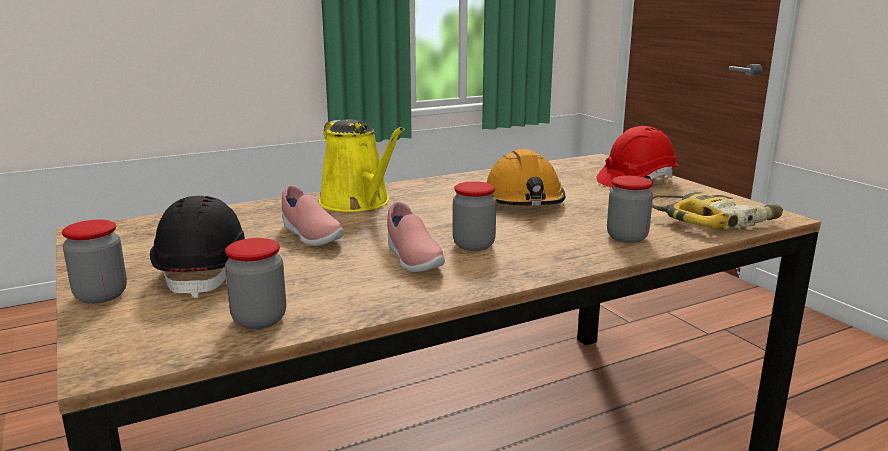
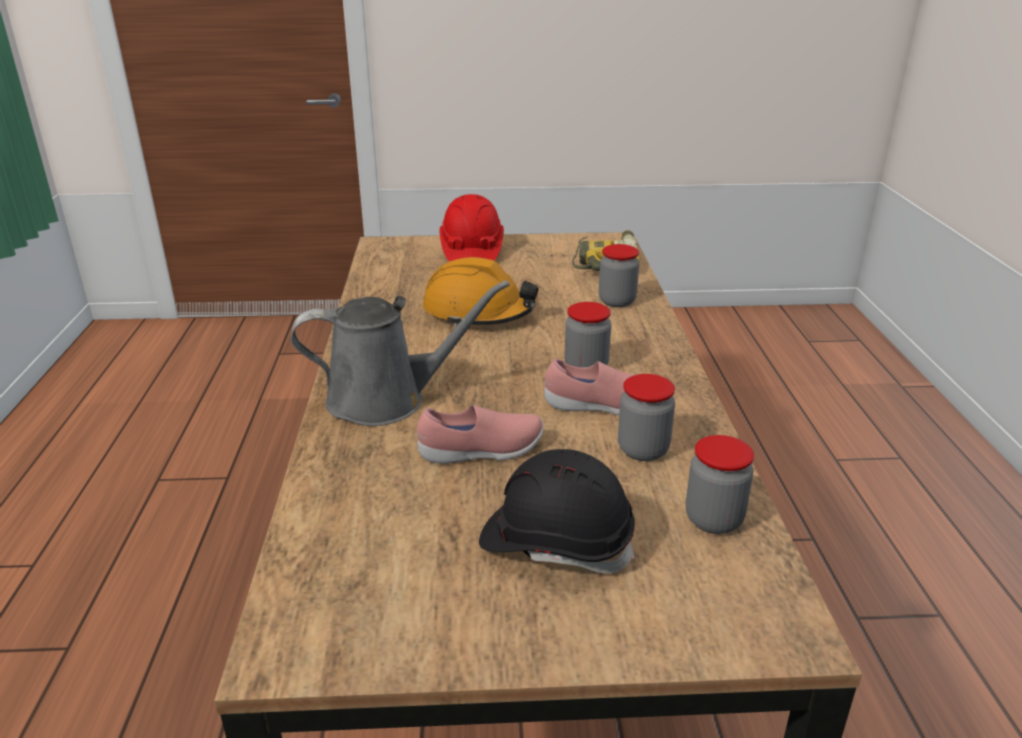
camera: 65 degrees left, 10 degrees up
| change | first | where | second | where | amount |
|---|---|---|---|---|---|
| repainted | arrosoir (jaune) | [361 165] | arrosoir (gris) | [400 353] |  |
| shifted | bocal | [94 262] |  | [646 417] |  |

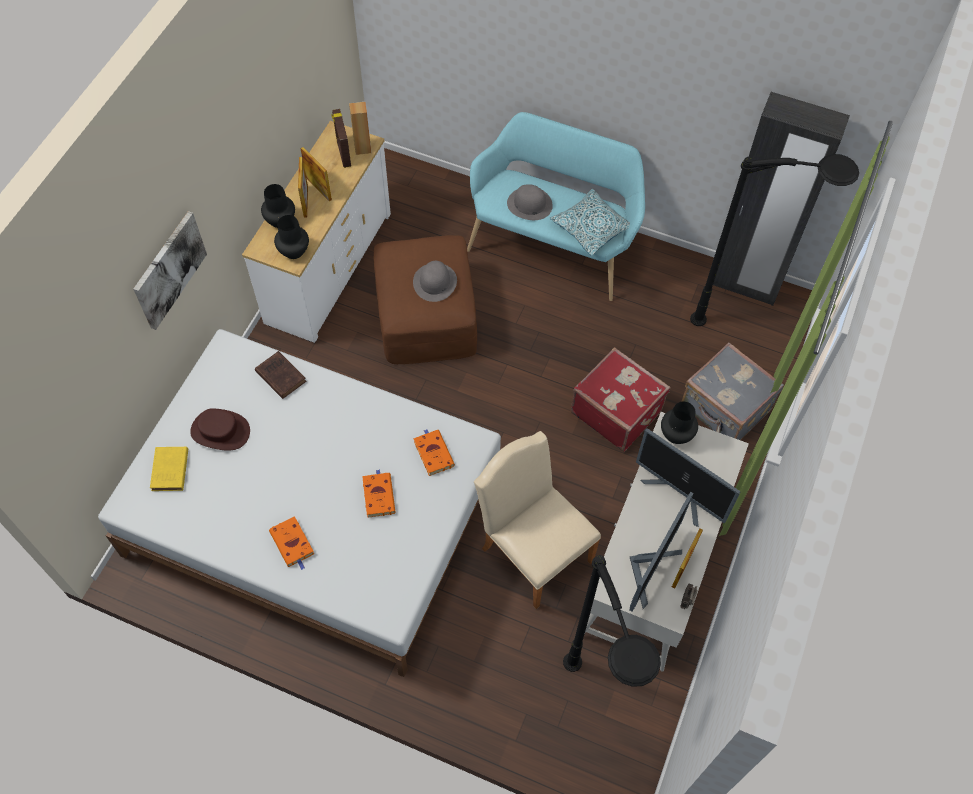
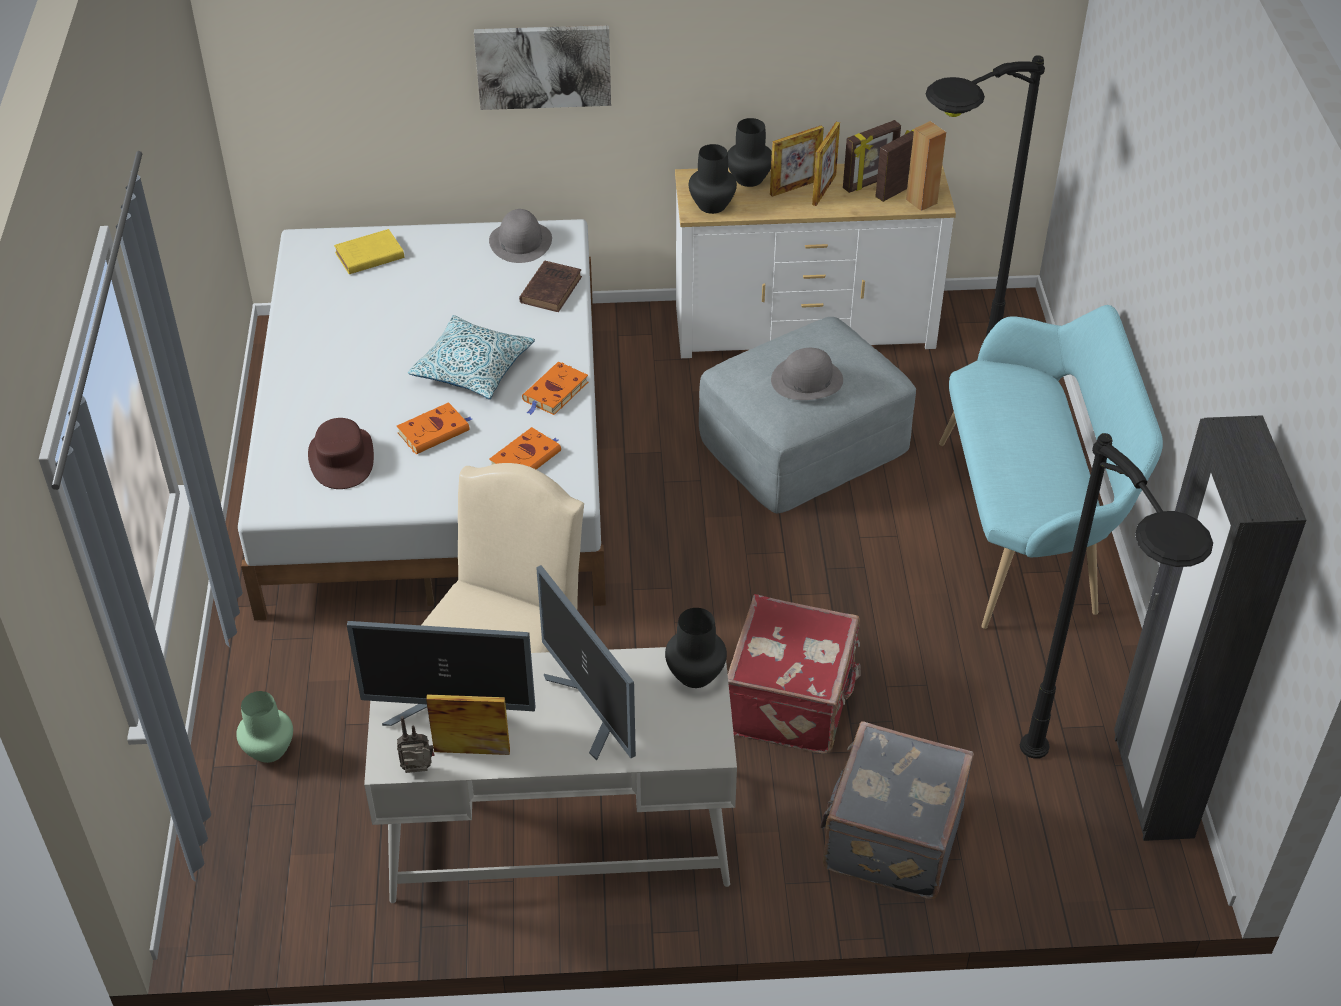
camera: 65 degrees right, 15 degrees down
| change | first | where | second | where | amount |
|---|---|---|---|---|---|
| new |  |  | vase (vert) | [264 727] |  |
| shifted | chapeau (marron) | [220 429] |  | [341 453] |  |
| shifted | coussin | [590 222] |  | [471 357] |  |
| shifted | chapeau (gris) | [530 202] |  | [520 236] |  |
| shifted | livre (orange) | [291 543] |  | [555 388] |  |
| rotated | écran d'ordinateur | [688 477] |  | [586 662] | 45 degrees counterclockwise |
| repainted | pouf (marron) | [425 299] | pouf (gris) | [807 415] |  |
| new |  |  | cadre photo | [872 156] |  |
| shifted | lampadaire (noir) | [612 621] |  | [985 207] |  |

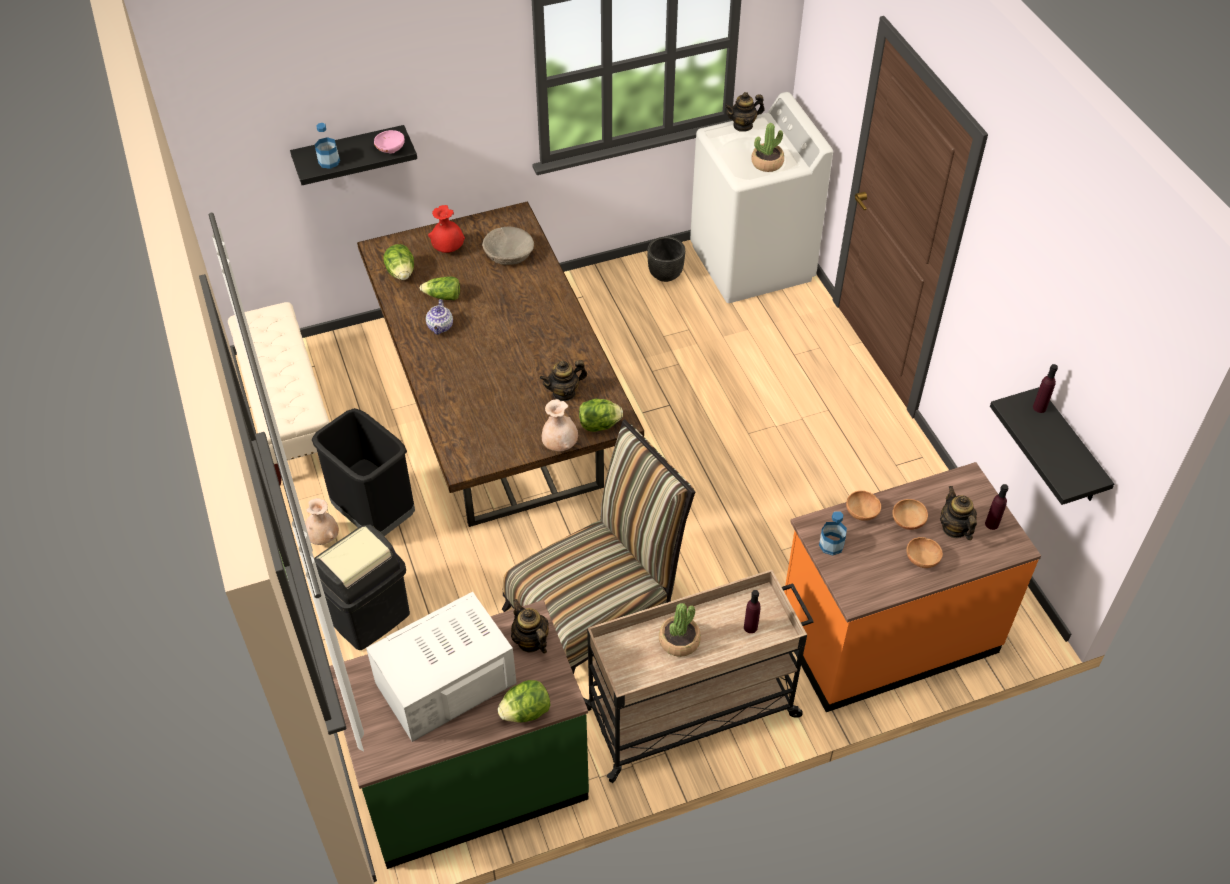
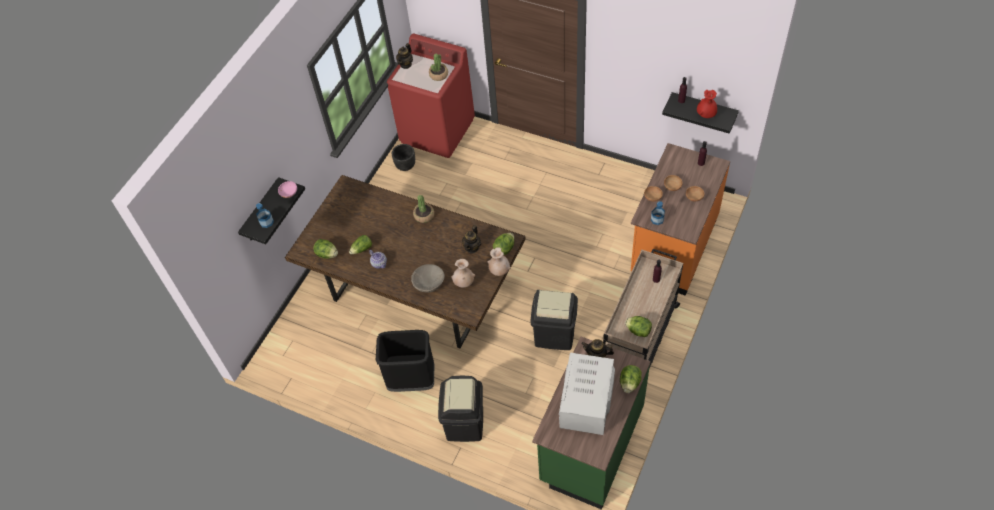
camera: 40 degrees left, 5 degrees up
| change | first | where | second | where | amount |
|---|---|---|---|---|---|
| repainted | lave-linge (blanc) | [761 197] | lave-linge (rouge) | [431 96] |  |
| shifted | bol (beige) | [508 246] |  | [428 278] |  |
| shifted | plante en pot | [680 630] |  | [423 209] |  |
| shifted | vase (beige) | [322 521] |  | [463 273] |  |
| swapped | chaise | [599 546] | poubelle (noir) | [554 320] |  |
| new |  |  | laitue | [638 326] |  |
| shifted | vase (rouge) | [446 229] |  | [707 104] |  |
| gone | banc (beige) | [279 393] |  |  |  |
| gone | théière | [958 513] |  |  |  |

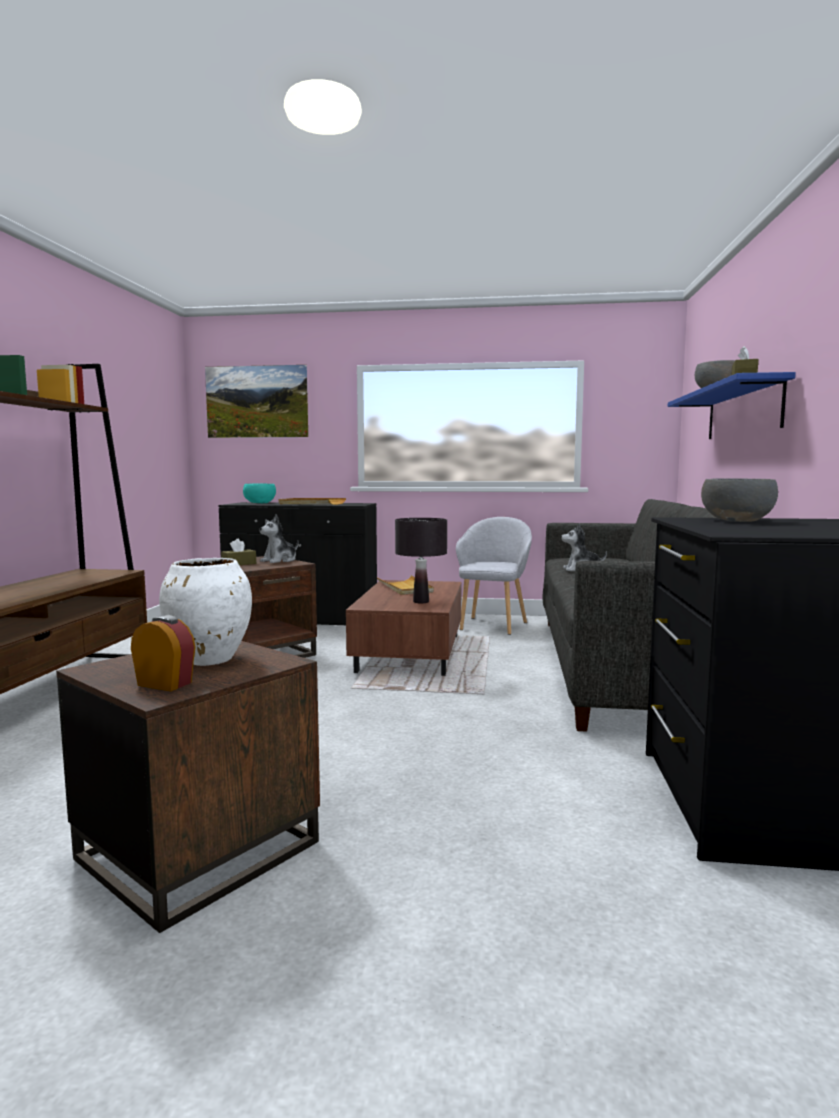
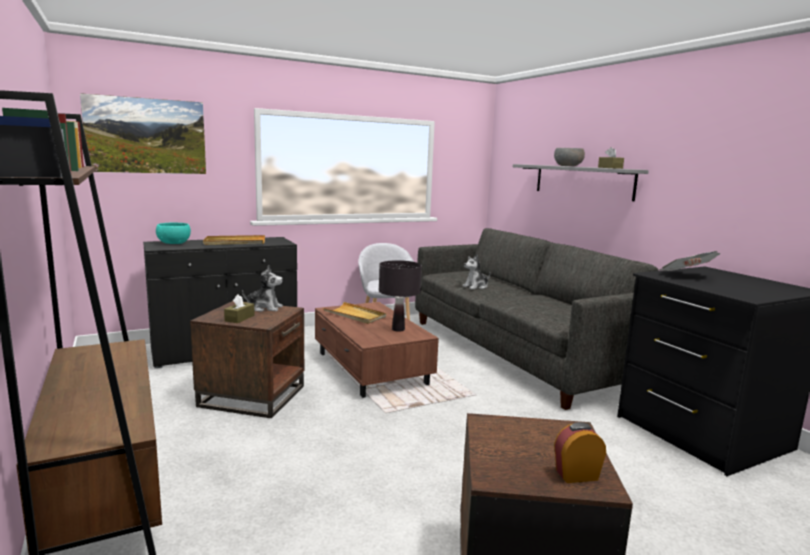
camera: 35 degrees left, 5 degrees up
| change | first | where | second | where | amount |
|---|---|---|---|---|---|
| rotated | peluche | [279 538] |  | [262 288] | 90 degrees counterclockwise |
| repainted | étagère (bleu) | [732 405] | étagère (gris) | [581 182] |  |
| swapped | bol (gris) | [739 500] | journal | [690 261] |  |
| gone | vase (blanc) | [205 612] |  |  |  |

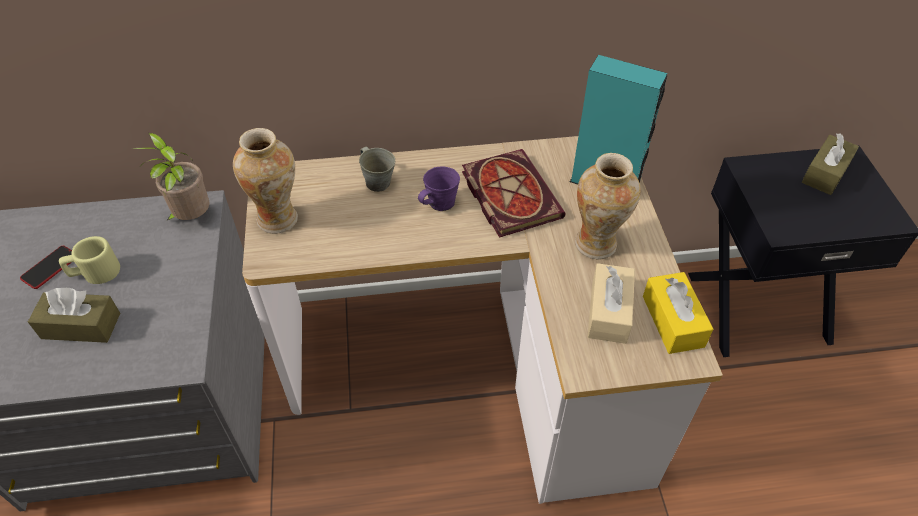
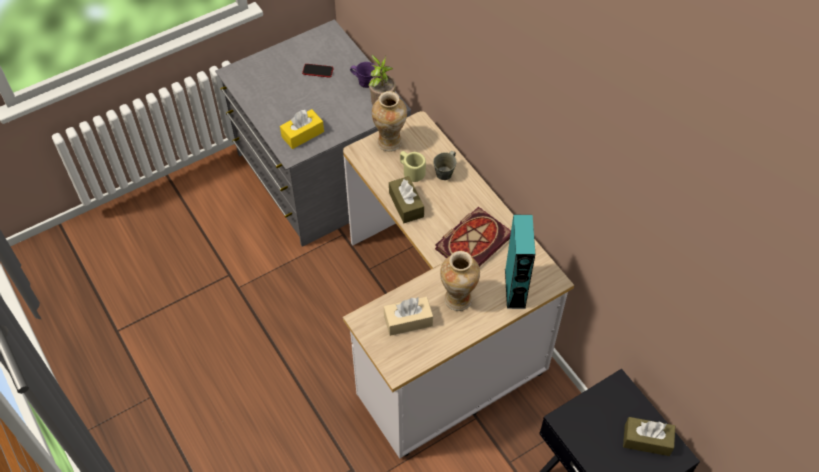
camera: 65 degrees right, 5 degrees up
| change | first | where | second | where | amount |
|---|---|---|---|---|---|
| shifted | boîte à mouchoirs (jaune) | [678 313] |  | [302 129] |  |
| shifted | mug (violet) | [439 189] |  | [362 75] |  |
| shifted | boîte à mouchoirs (marron) | [74 315] |  | [406 199] |  |
| shifted | mug (beige) | [89 260] |  | [413 166] |  |

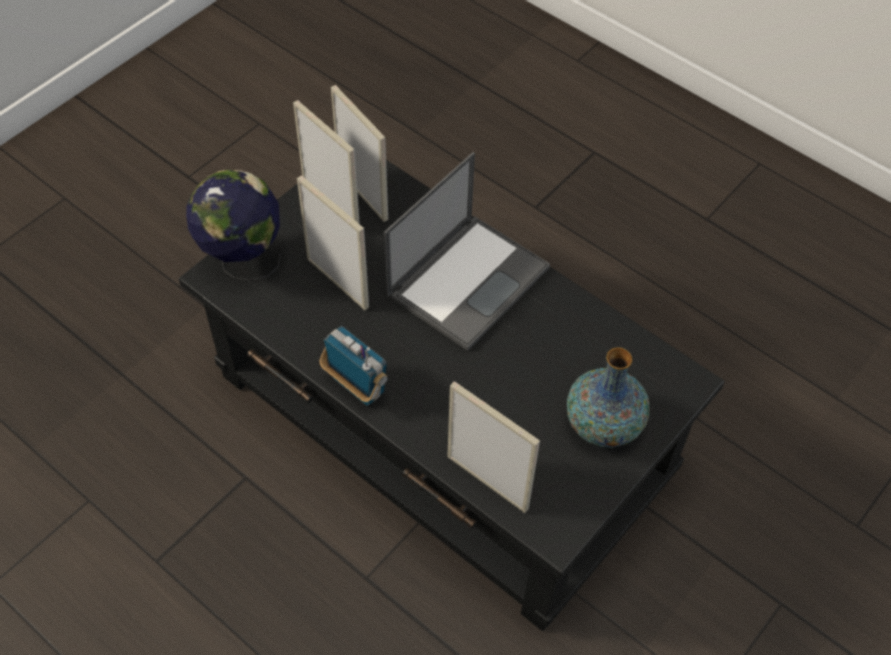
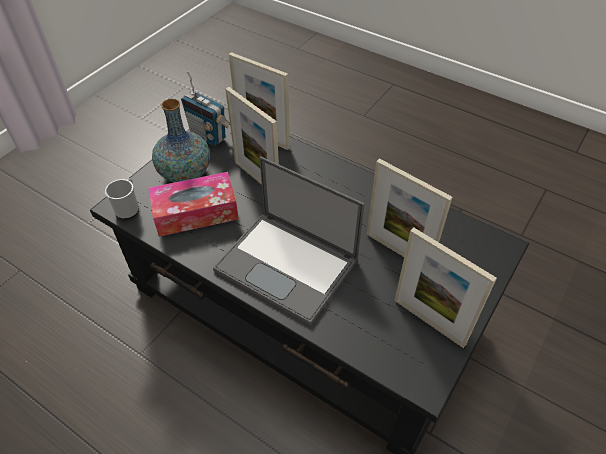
camera: 175 degrees right, 5 degrees down
| change | first | where | second | where | amount |
|---|---|---|---|---|---|
| new |  |  | mug | [122 198] |  |
| new |  |  | boîte à mouchoirs | [194 204] |  |
| shifted | radio | [353 366] |  | [205 108] |  |
| rotated | ordinateur portable | [467 251] |  | [289 240] | 90 degrees counterclockwise |
| shifted | cadre photo | [359 153] |  | [252 136] |  |
| gone | globe | [233 225] |  |  |  |

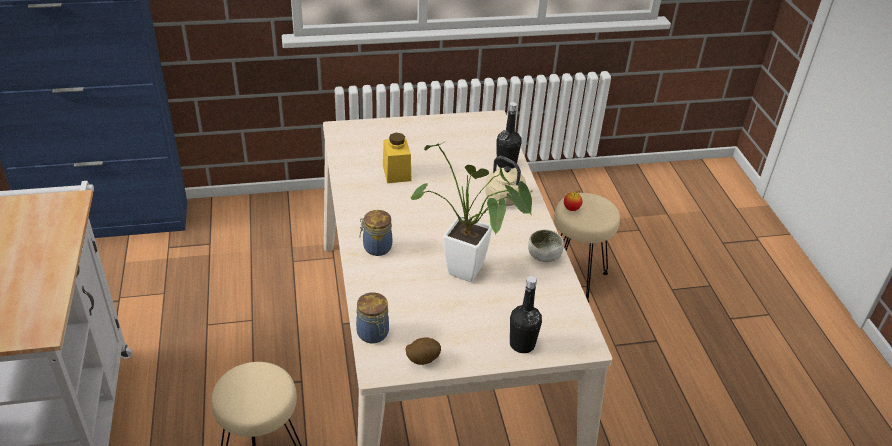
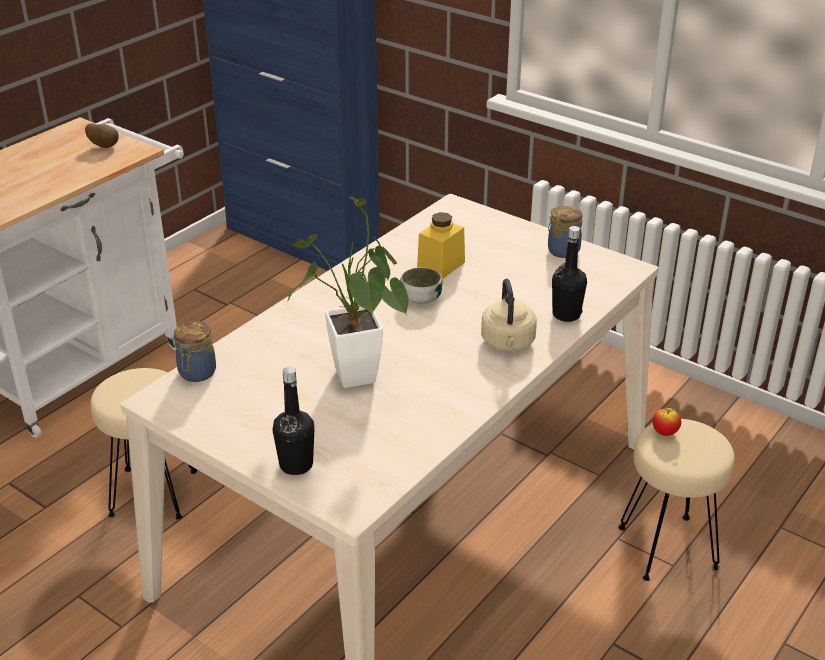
camera: 50 degrees right, 5 degrees down
| change | first | where | second | where | amount |
|---|---|---|---|---|---|
| shifted | pomme de terre | [423 351] |  | [102 135] |  |
| shifted | bol | [546 245] |  | [421 285] |  |
| shifted | bocal | [376 233] |  | [565 232] |  |

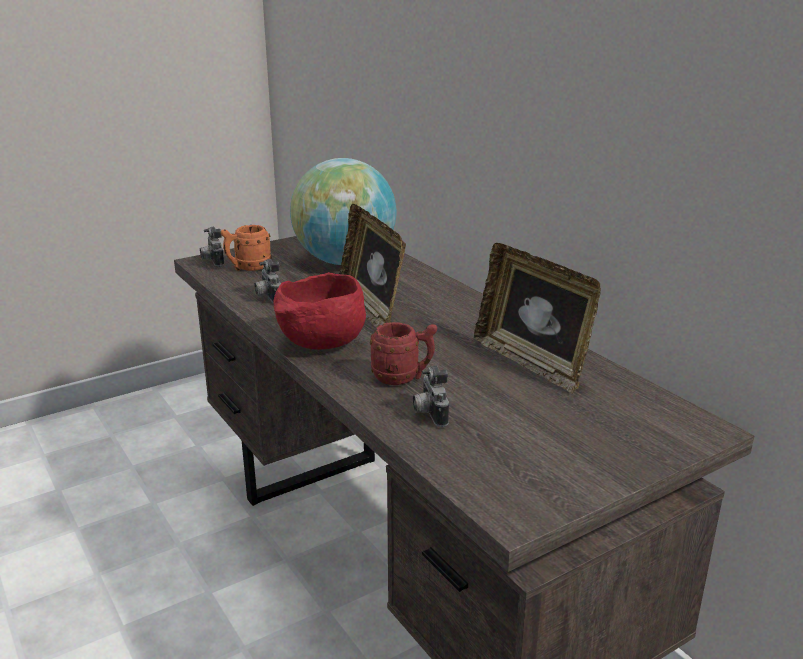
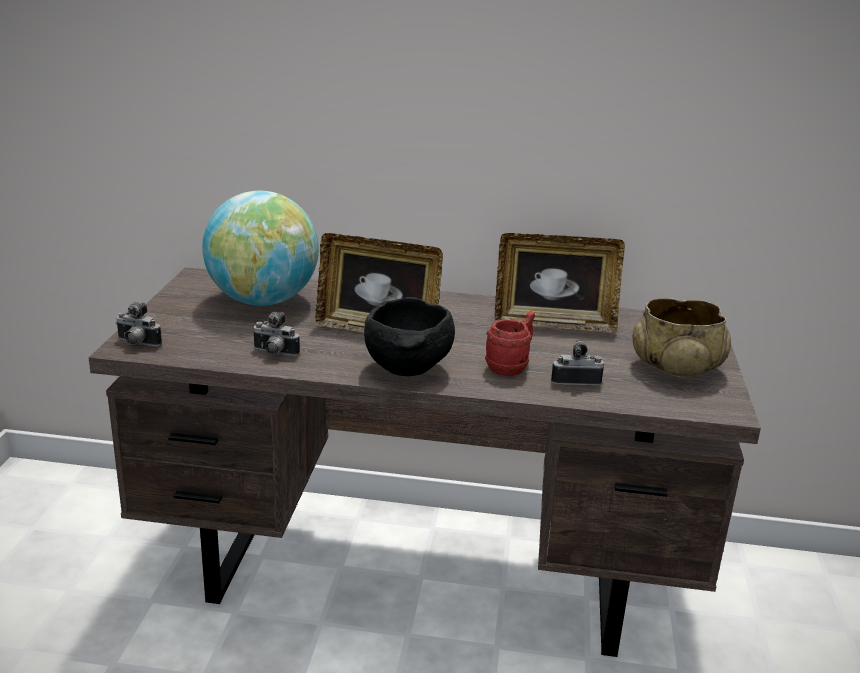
camera: 50 degrees left, 0 degrees up
| change | first | where | second | where | amount |
|---|---|---|---|---|---|
| repainted | bol (rouge) | [319 310] | bol (noir) | [409 336] |  |
| rotated | appareil photo | [431 396] |  | [577 363] | 150 degrees clockwise |
| new |  |  | bol (beige) | [681 337] |  |
| gone | mug (orange) | [246 248] |  |  |  |

